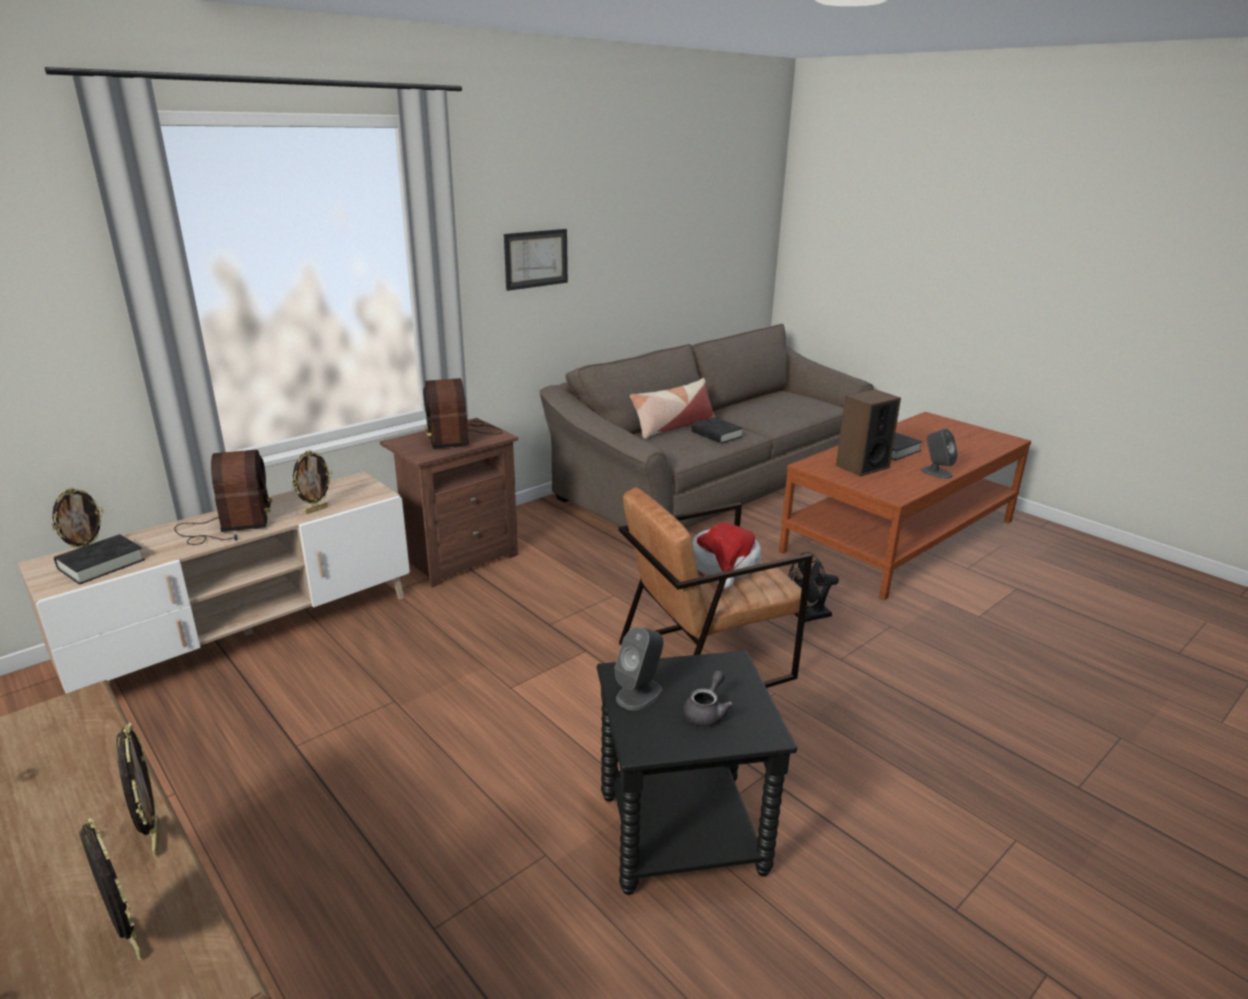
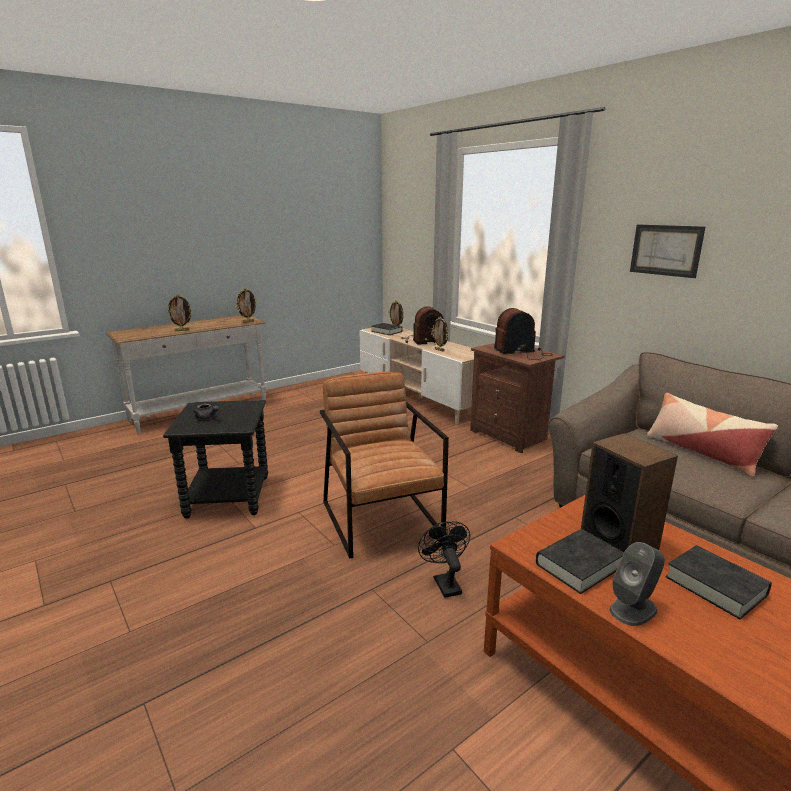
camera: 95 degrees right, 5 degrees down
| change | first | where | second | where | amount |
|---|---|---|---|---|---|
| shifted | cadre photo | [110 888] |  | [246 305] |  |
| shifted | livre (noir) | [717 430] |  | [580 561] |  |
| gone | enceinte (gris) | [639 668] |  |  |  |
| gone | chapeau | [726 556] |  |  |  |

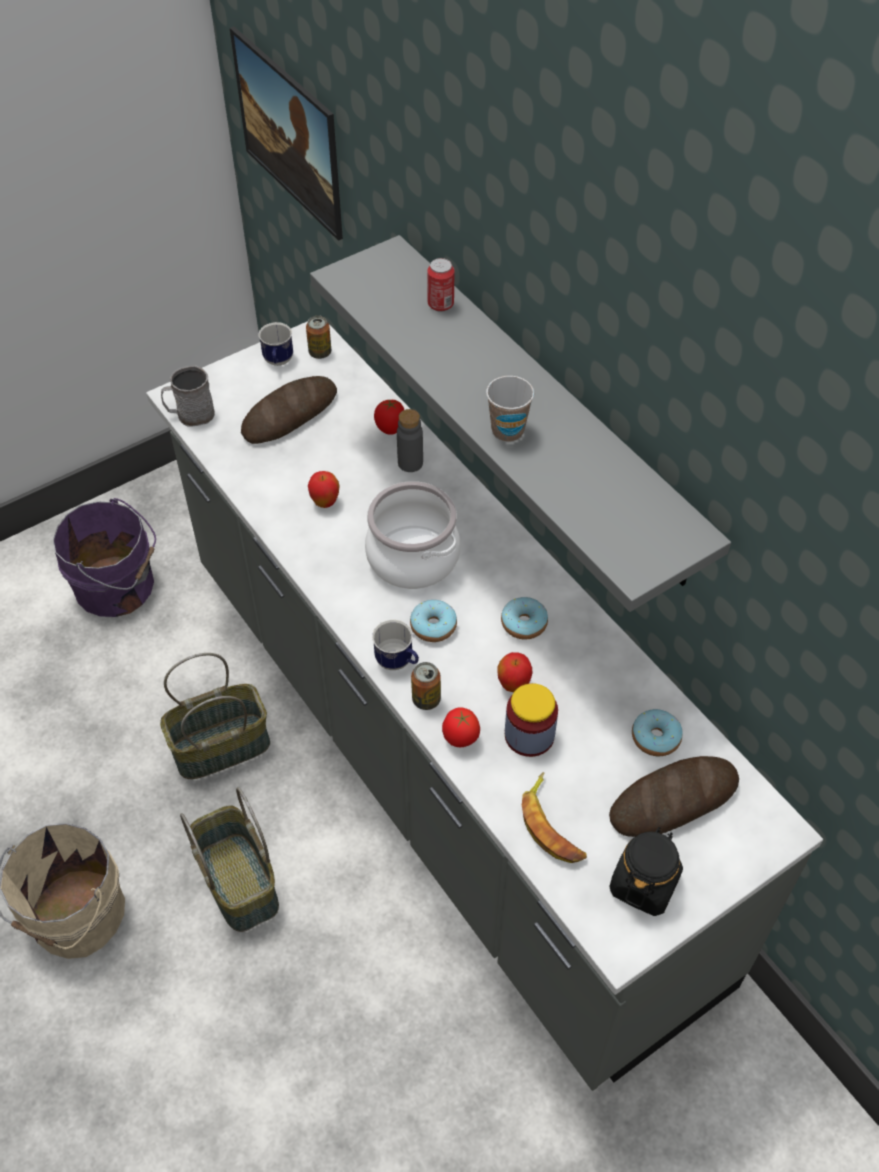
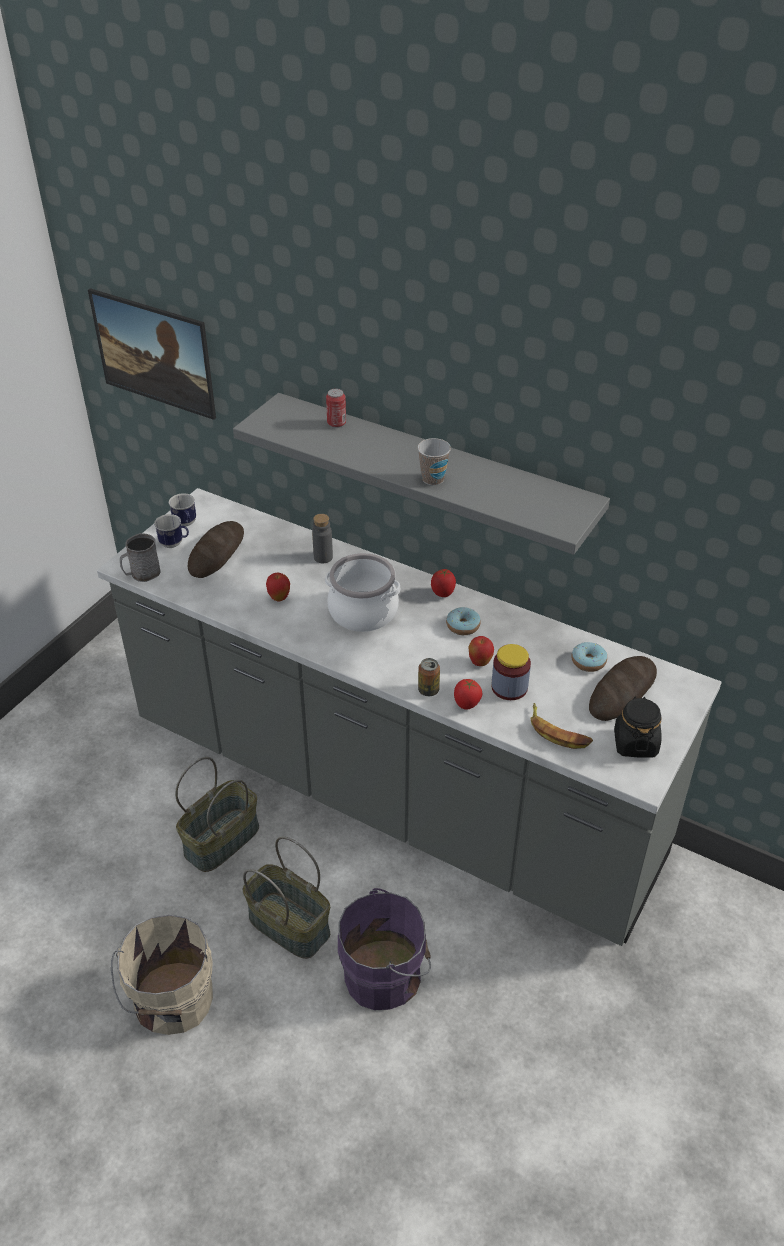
camera: 25 degrees left, 10 degrees down
| change | first | where | second | where | amount |
|---|---|---|---|---|---|
| shifted | mug | [395 645] |  | [171 531] |  |
| shifted | seau (violet) | [104 557] |  | [384 949] |  |
| shifted | tomate | [389 417] |  | [443 583] |  |
| gone | boîte métallique | [318 337] |  |  |  |
| gone | beignet | [433 621] |  |  |  |

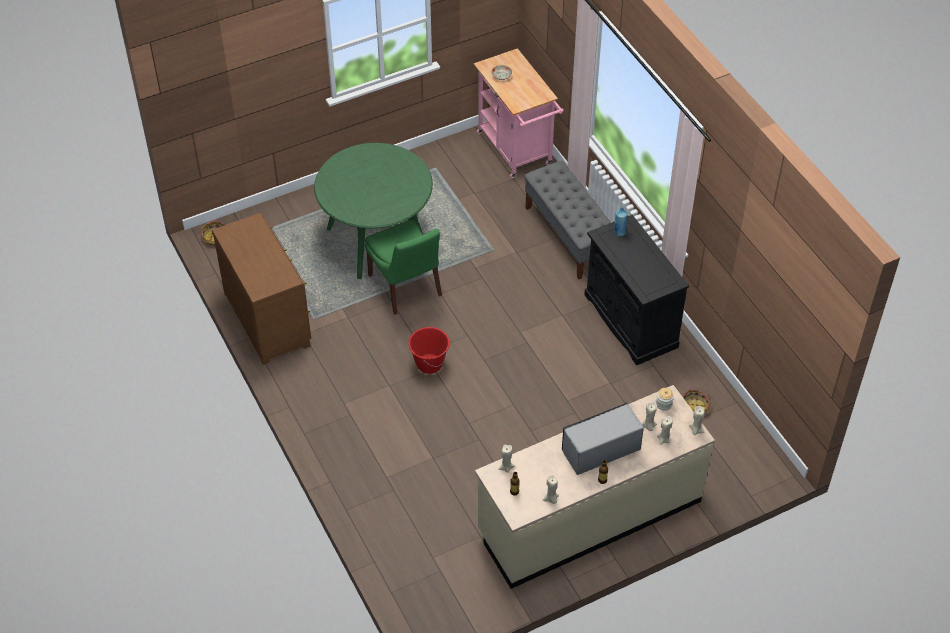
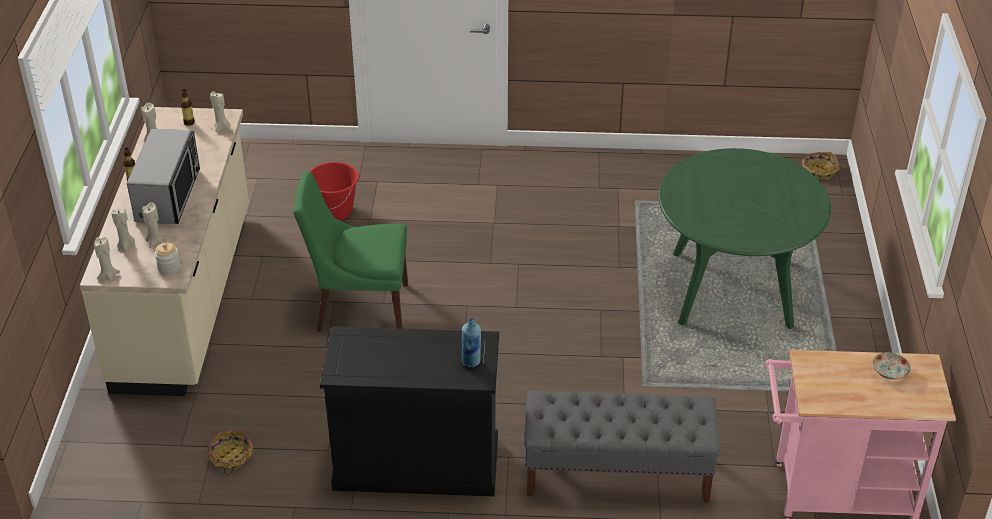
camera: 120 degrees right, 10 degrees down
| change | first | where | second | where | amount |
|---|---|---|---|---|---|
| shifted | chaise (vert) | [403 267] |  | [350 251] |  |
| shifted | seau (rouge) | [429 350] |  | [334 191] |  |
| gone | commode (marron) | [261 289] |  |  |  |

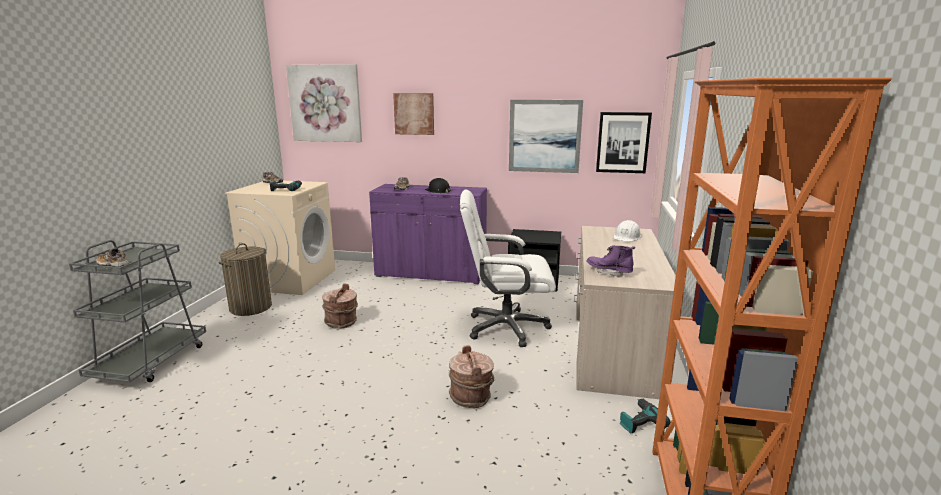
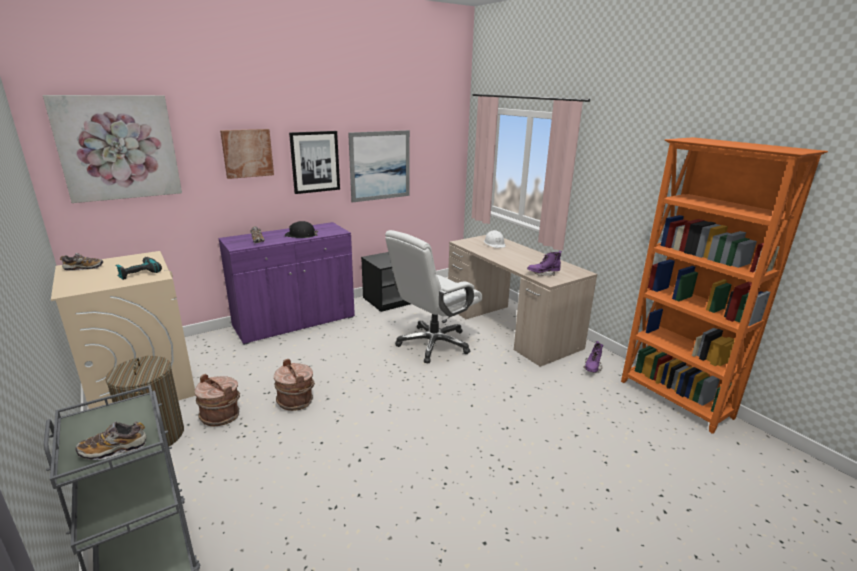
camera: 45 degrees left, 5 degrees up
| change | first | where | second | where | amount |
|---|---|---|---|---|---|
| shifted | seau (marron) | [471 376] |  | [217 400] |  |
| shifted | tableau | [624 142] |  | [314 162] |  |
| swapped | perceuse | [645 416] | botte (violet) | [593 357] |  |

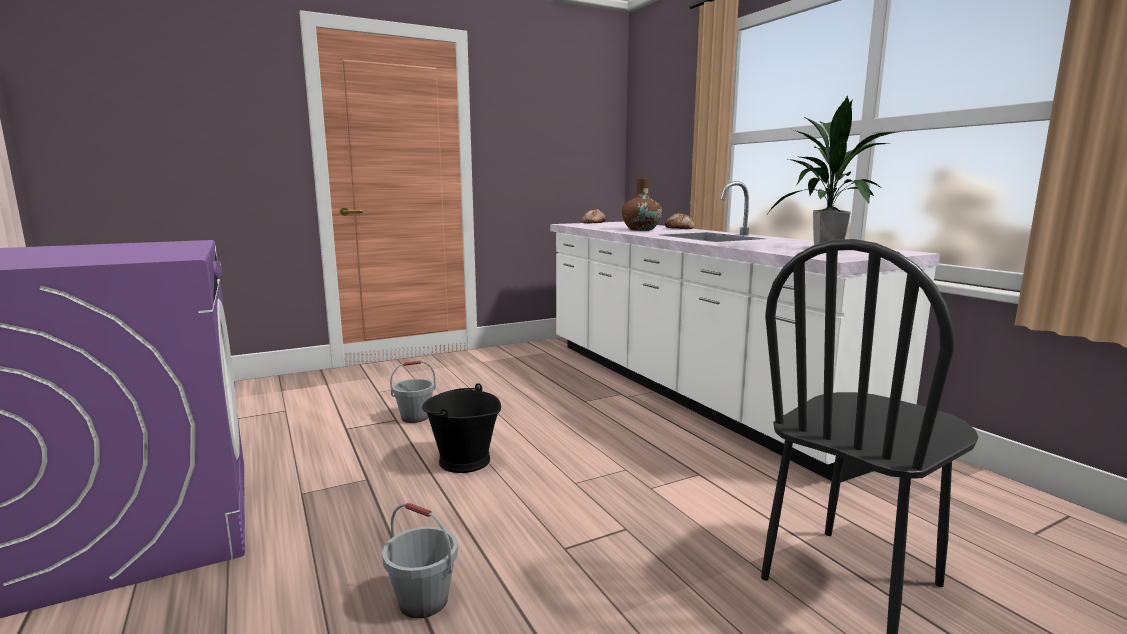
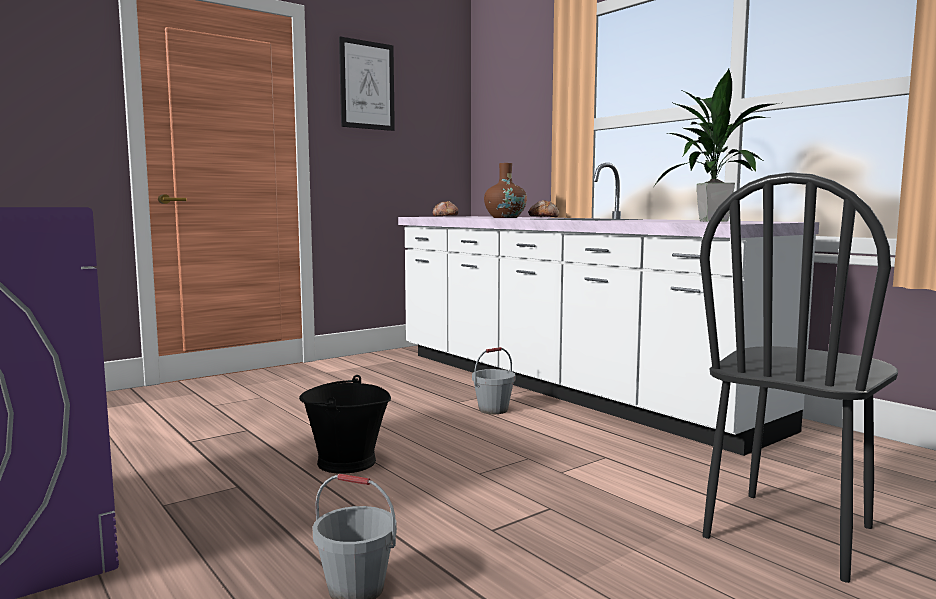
camera: 10 degrees left, 5 degrees down
| change | first | where | second | where | amount |
|---|---|---|---|---|---|
| new |  |  | tableau | [367 84] |  |
| shifted | seau (gris) | [413 391] |  | [494 380] |  |

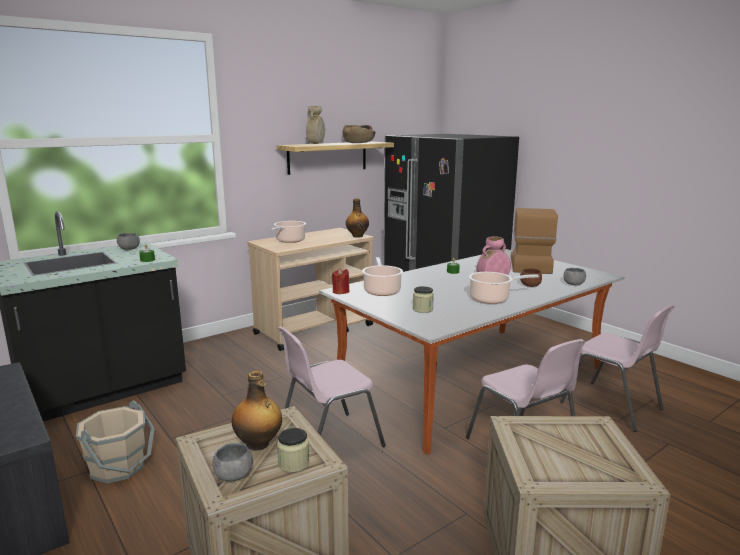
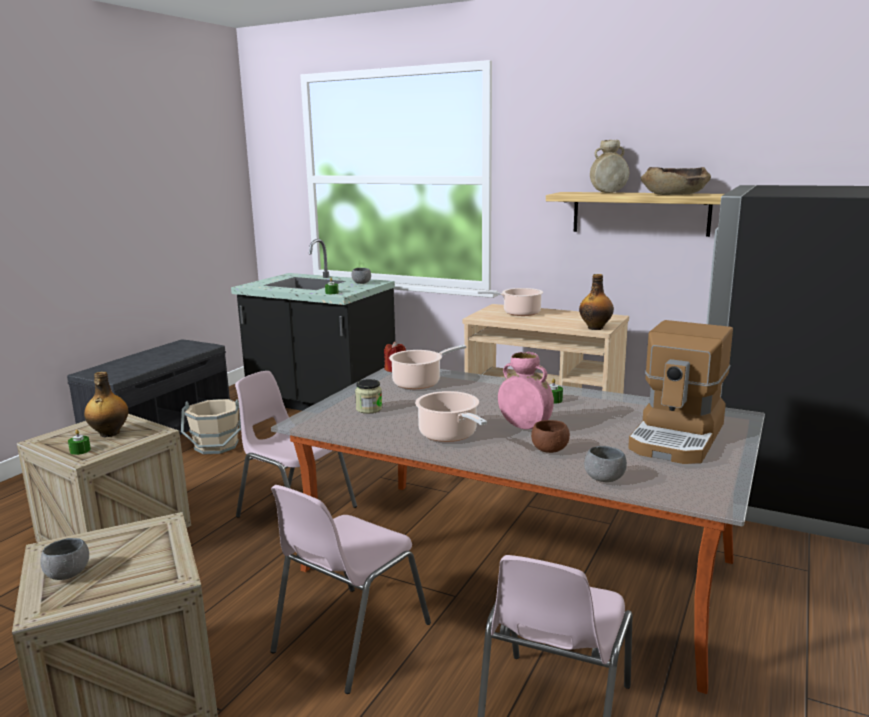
camera: 65 degrees right, 0 degrees up
| change | first | where | second | where | amount |
|---|---|---|---|---|---|
| shifted | bol (gris) | [232 462] |  | [64 559] |  |
| swapped | bocal | [293 450] | bougie (vert) | [79 442] |  |
| rotated | machine à café | [534 241] |  | [680 392] | 135 degrees clockwise |

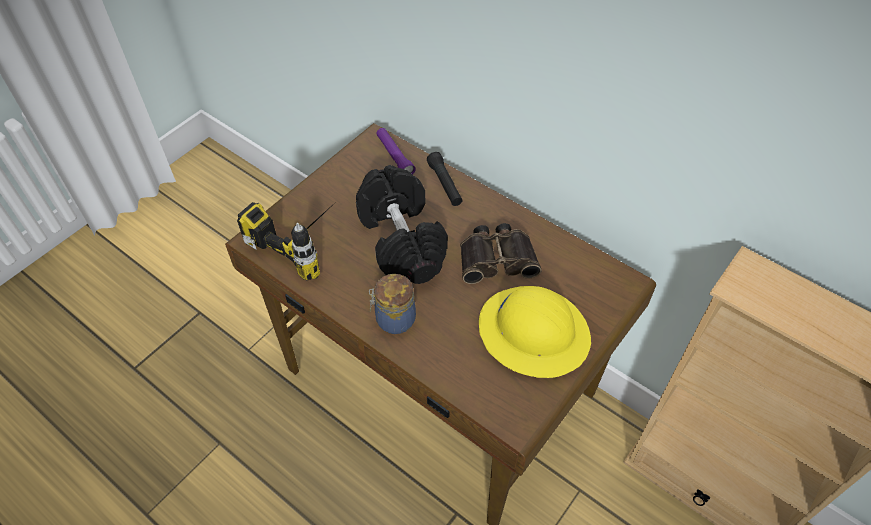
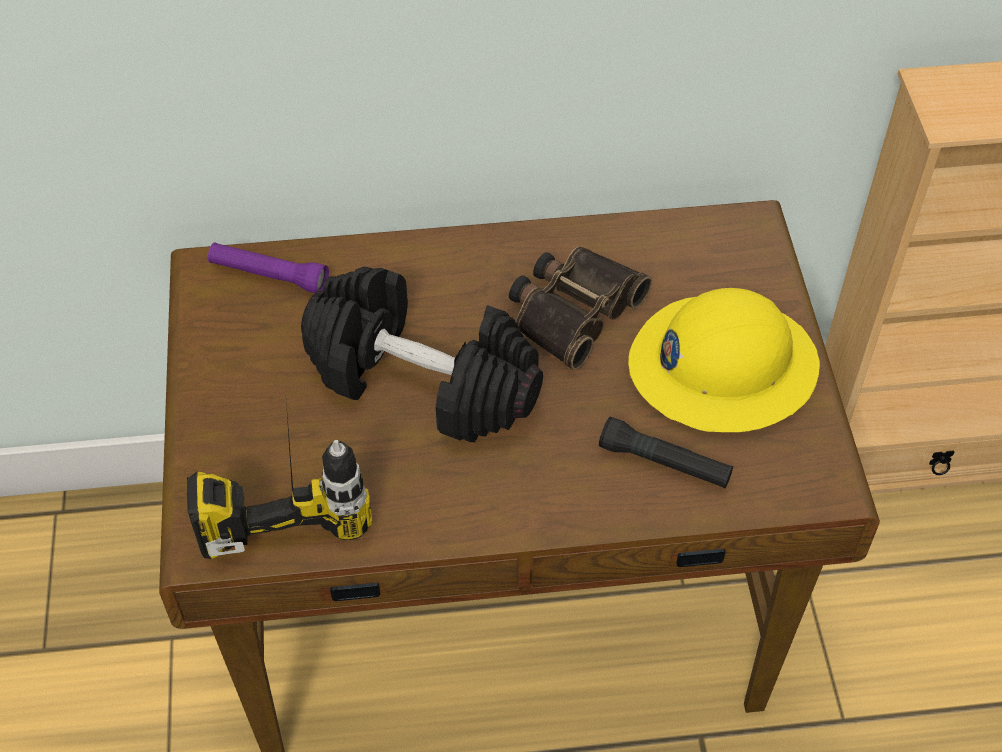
camera: 45 degrees left, 0 degrees up
| change | first | where | second | where | amount |
|---|---|---|---|---|---|
| shifted | lampe de poche (noir) | [445 179] |  | [666 452] |  |
| gone | bocal | [392 304] |  |  |  |

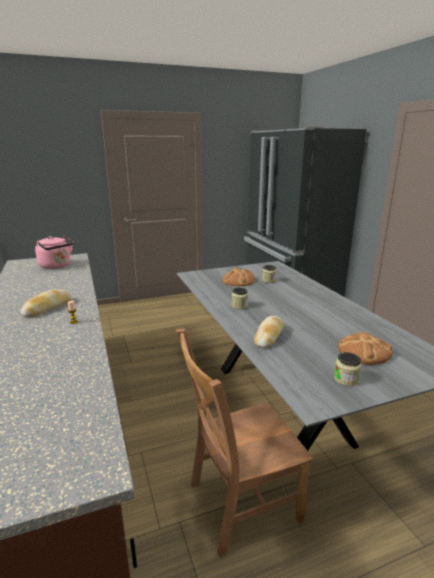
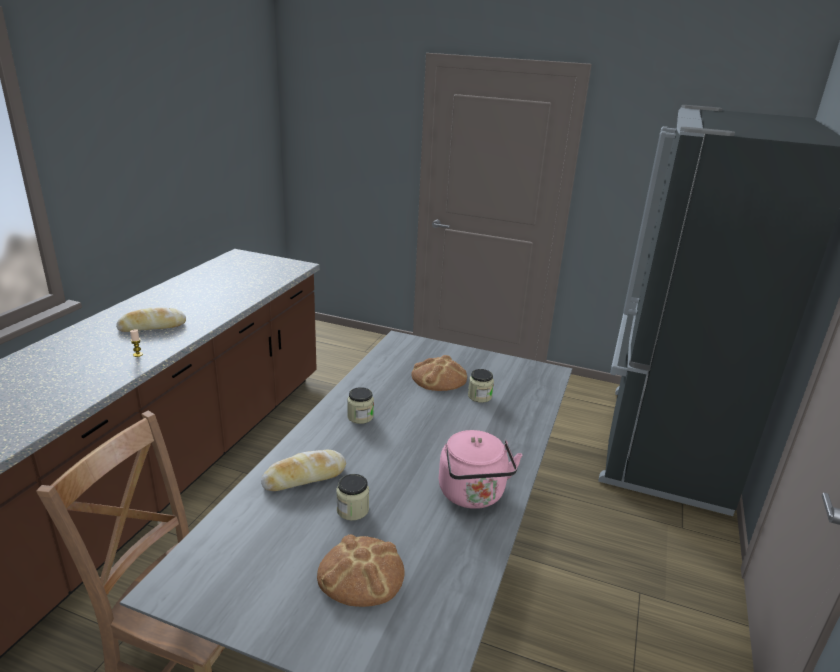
camera: 40 degrees right, 5 degrees up
| change | first | where | second | where | amount |
|---|---|---|---|---|---|
| shifted | bocal | [348 369] |  | [352 497] |  |
| shifted | bouilloire (rose) | [54 252] |  | [480 469] |  |

